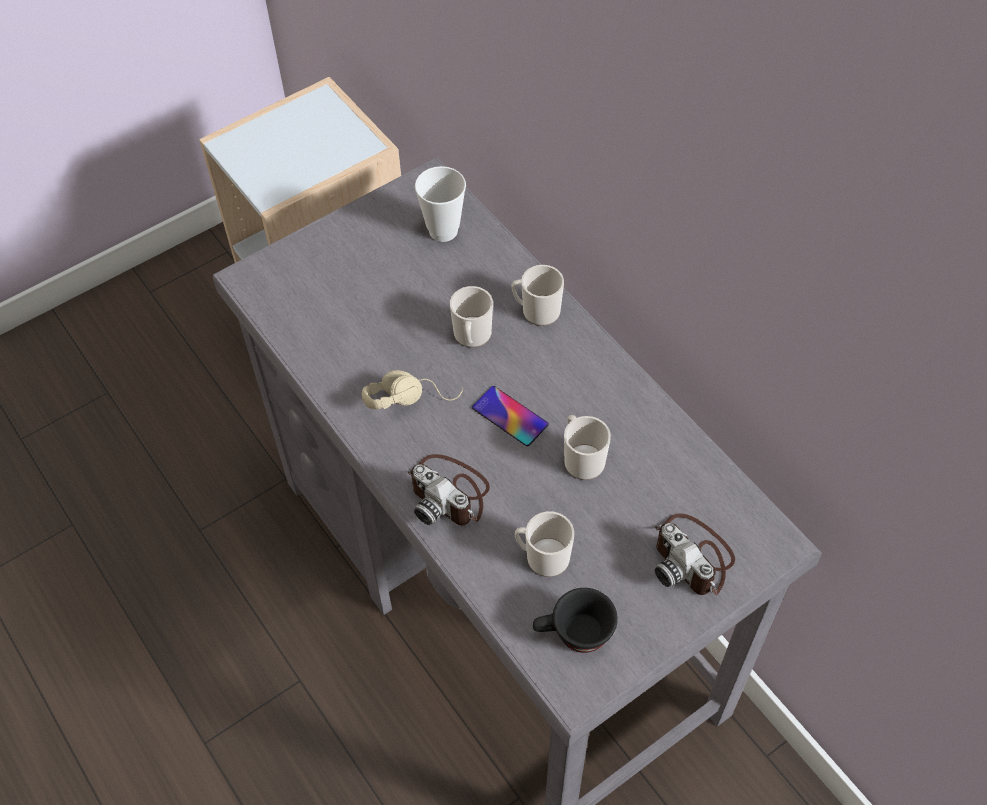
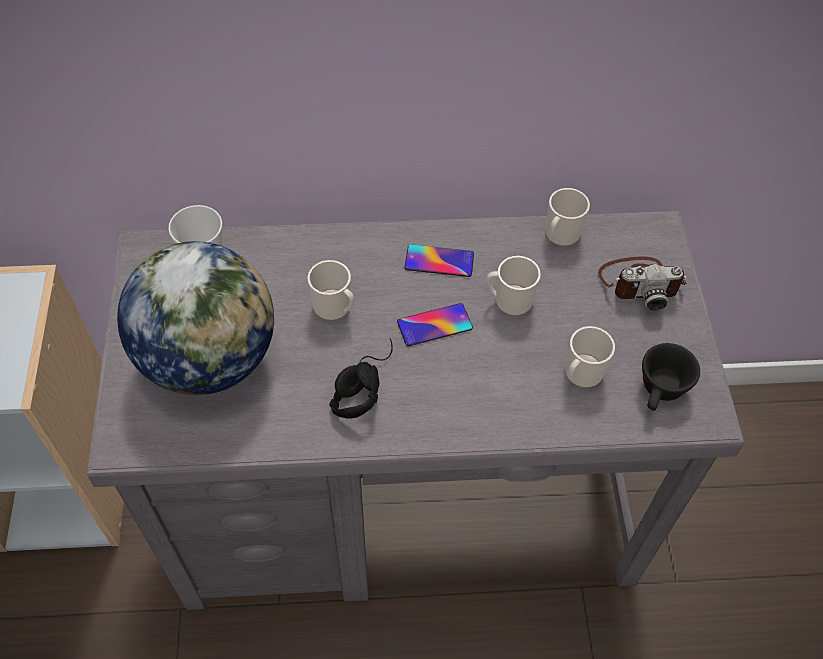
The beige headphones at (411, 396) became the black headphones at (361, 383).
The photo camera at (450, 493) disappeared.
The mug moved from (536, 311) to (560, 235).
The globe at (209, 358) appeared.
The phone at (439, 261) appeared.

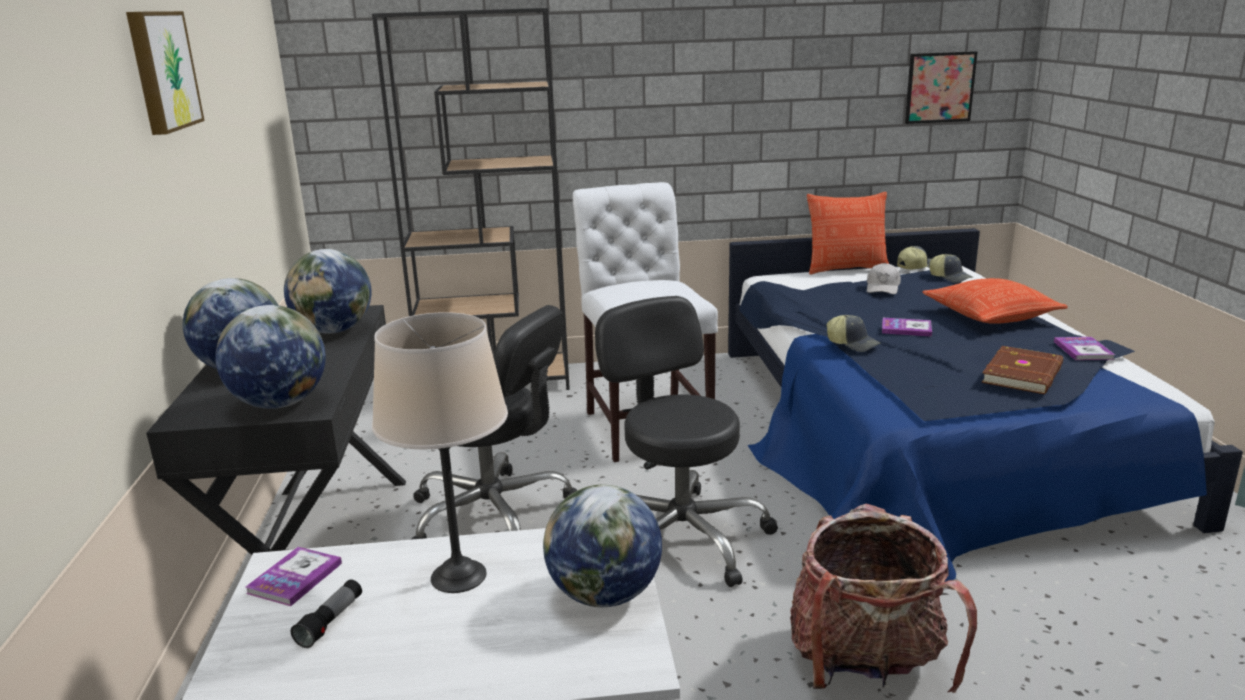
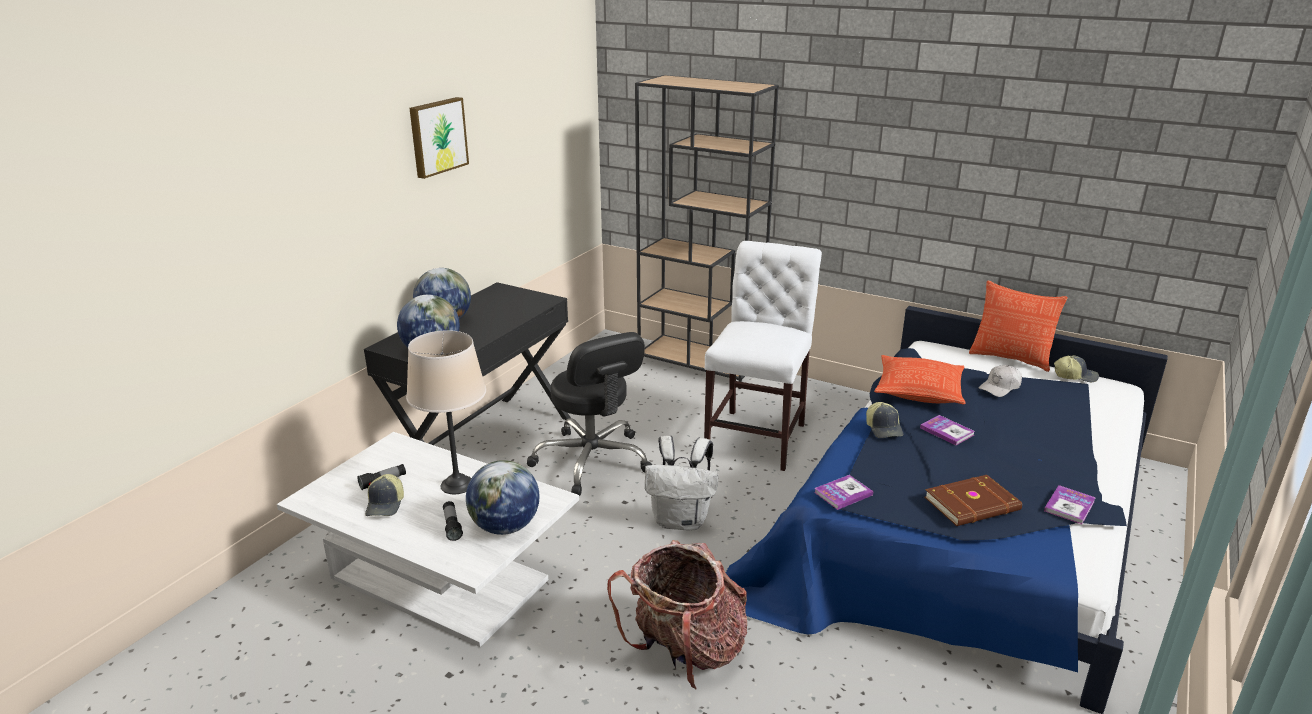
The book moved from (295, 578) to (843, 493).
The globe at (334, 331) disappeared.
The black office chair at (677, 534) was replaced by the white backpack at (681, 520).
The picture at (940, 87) disappeared.
The orange pillow moved from (990, 316) to (919, 392).
The cap moved from (950, 277) to (386, 504).
The flashlight at (452, 526) appeared.

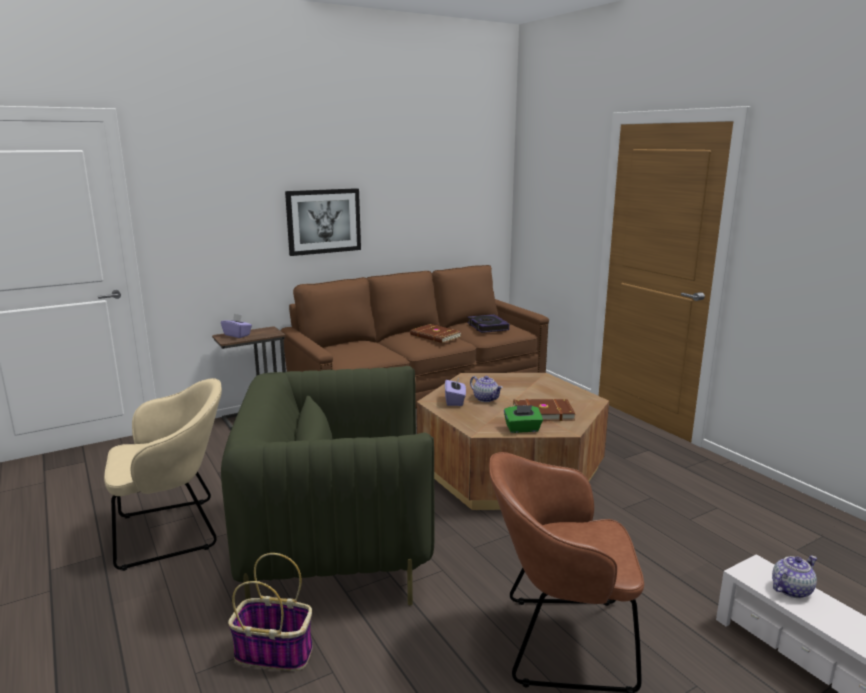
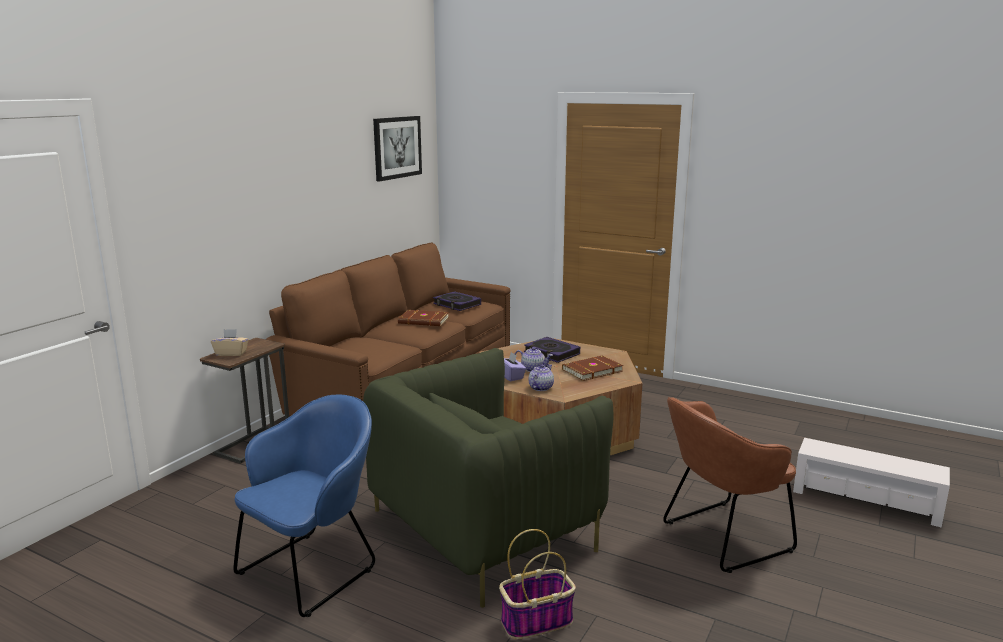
The beige armchair at (174, 531) became the blue armchair at (314, 568).
The purple tissue box at (237, 335) became the beige tissue box at (231, 353).
The picture moved from (323, 221) to (397, 147).
The green tissue box at (522, 429) disappeared.
The teapot moved from (791, 589) to (540, 388).
The book at (551, 353) appeared.

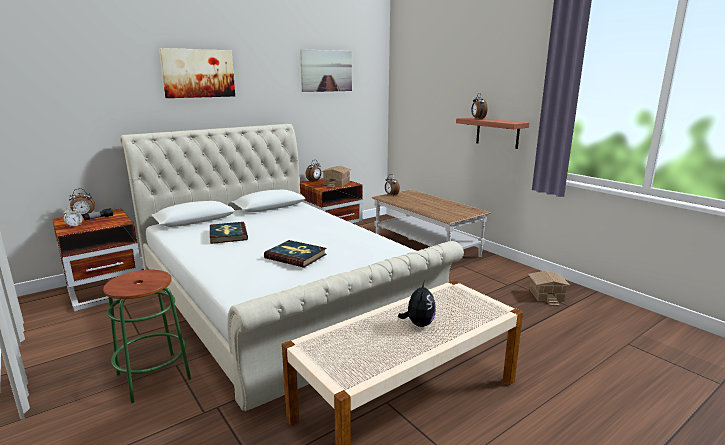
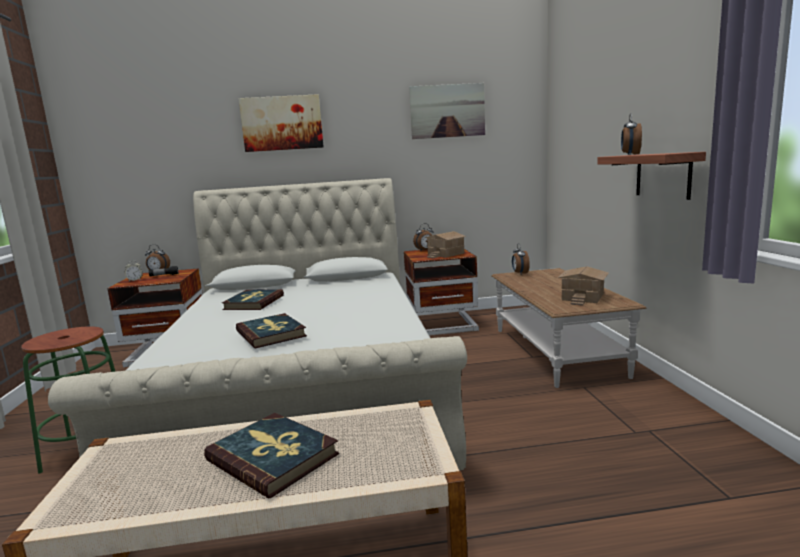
The plush toy at (418, 324) was replaced by the book at (273, 457).
The toy house moved from (545, 295) to (581, 297).

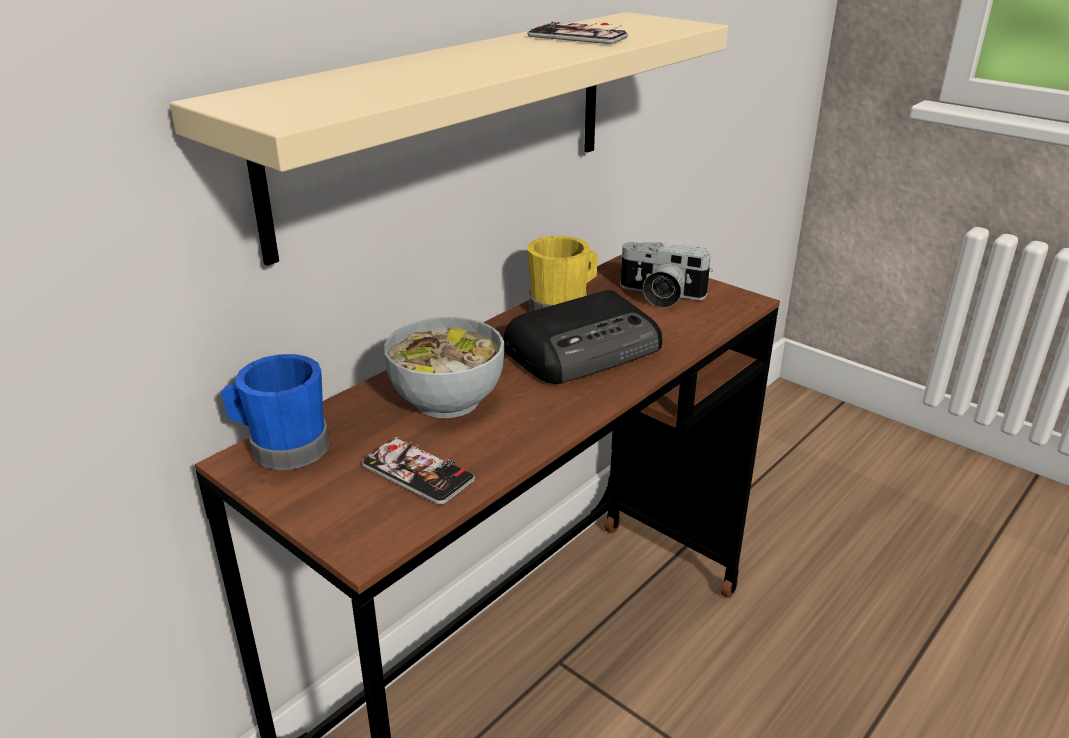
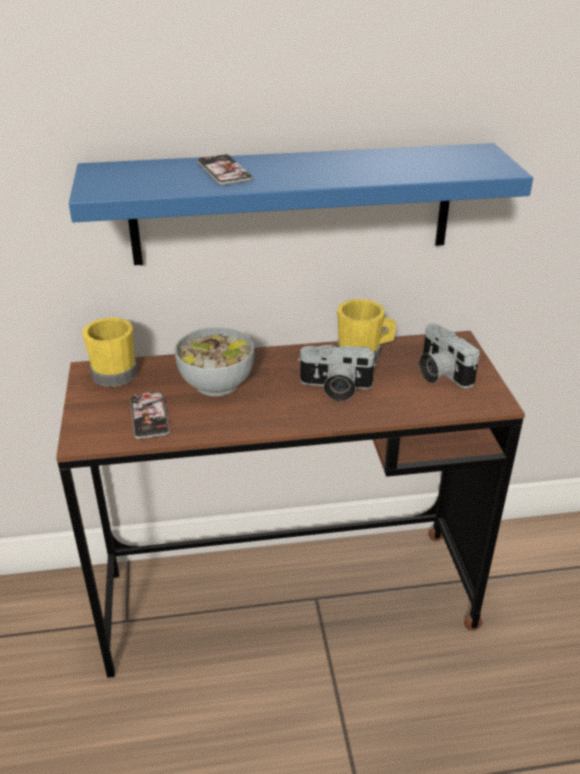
The beige shelf at (450, 125) became the blue shelf at (292, 204).
The blue mug at (281, 448) became the yellow mug at (111, 372).
The radio at (586, 349) was replaced by the photo camera at (335, 388).
The phone moved from (577, 37) to (224, 171).

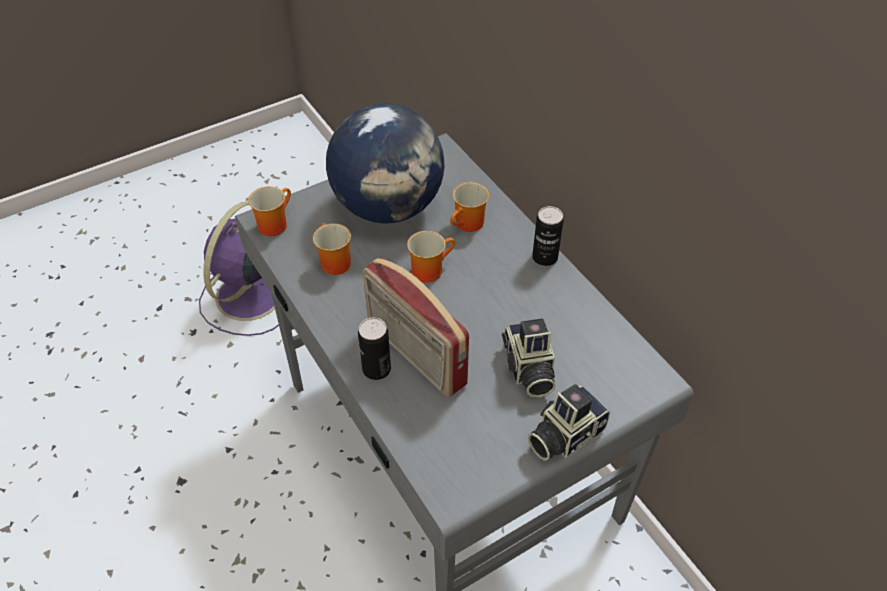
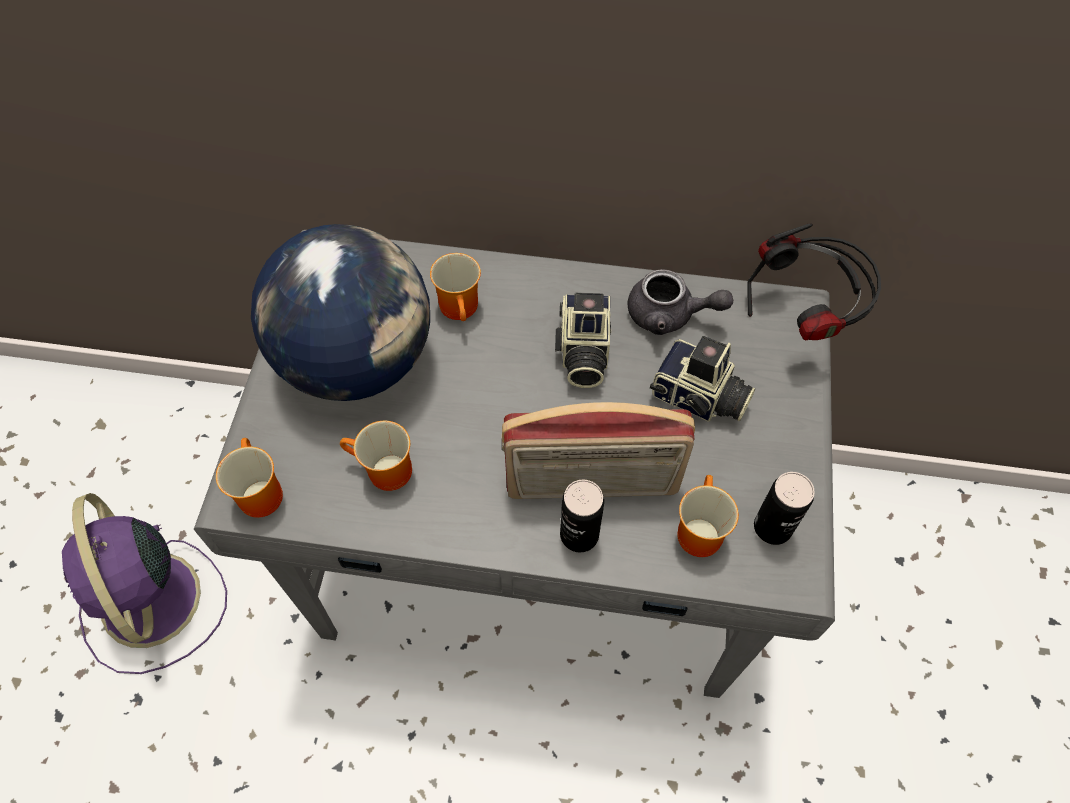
The mug moved from (429, 268) to (696, 530).
The photo camera moved from (563, 435) to (582, 352).
The can moved from (545, 257) to (772, 527).
The grey teapot at (669, 315) appeared.
The headphones at (804, 320) appeared.

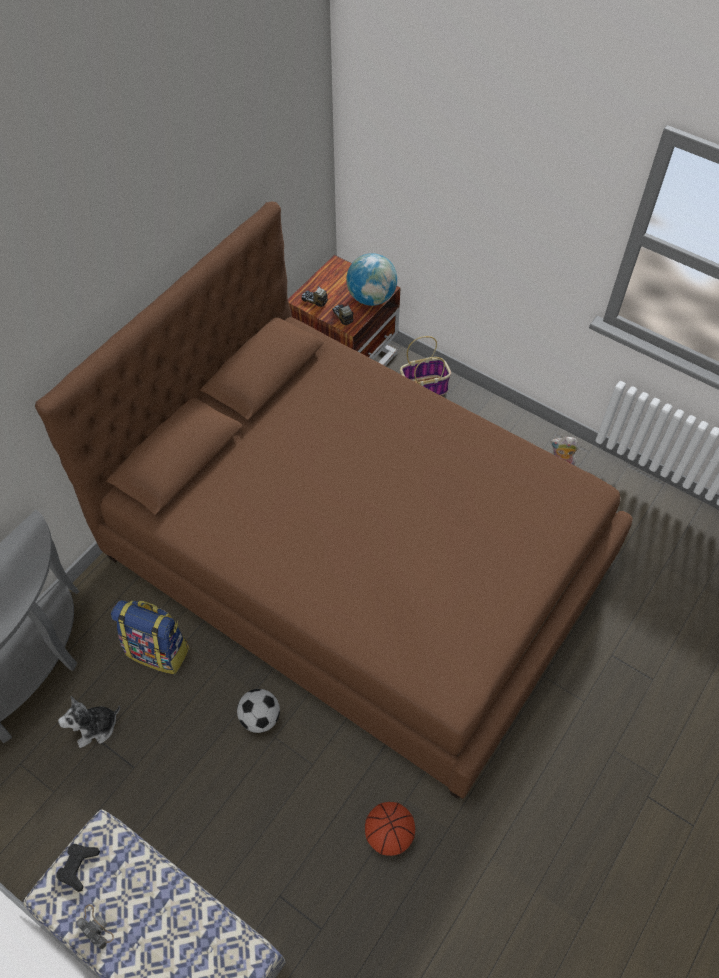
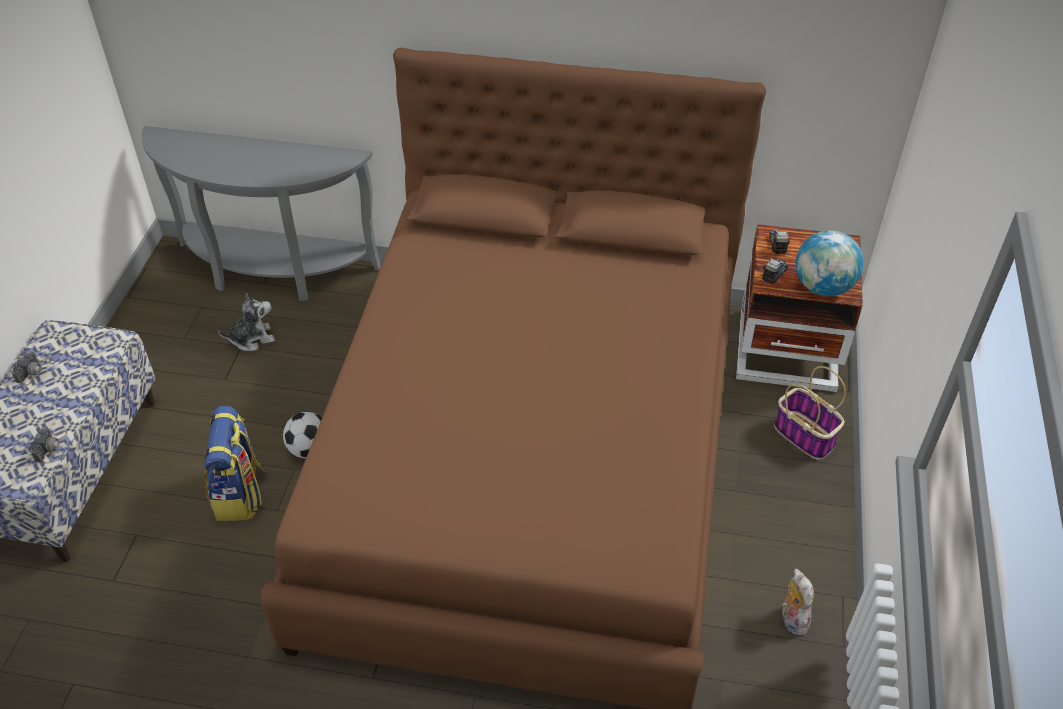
The black game controller at (78, 866) disappeared.
The plush toy at (95, 727) turned 120 degrees clockwise.
The backpack moved from (159, 650) to (240, 494).
The basketball at (389, 834) disappeared.
The photo camera at (51, 446) appeared.

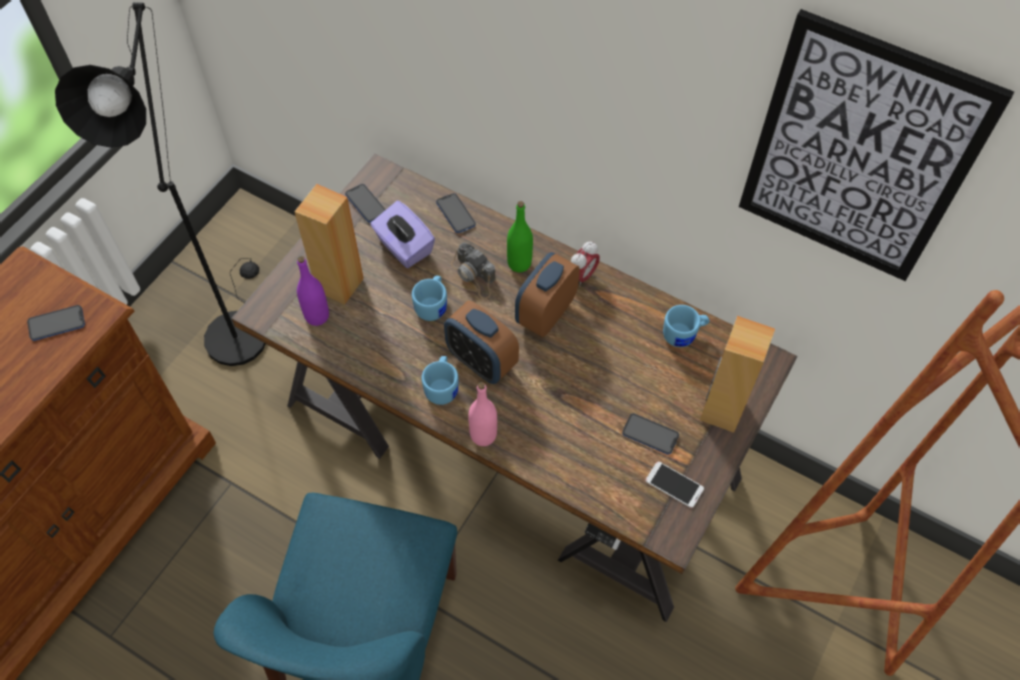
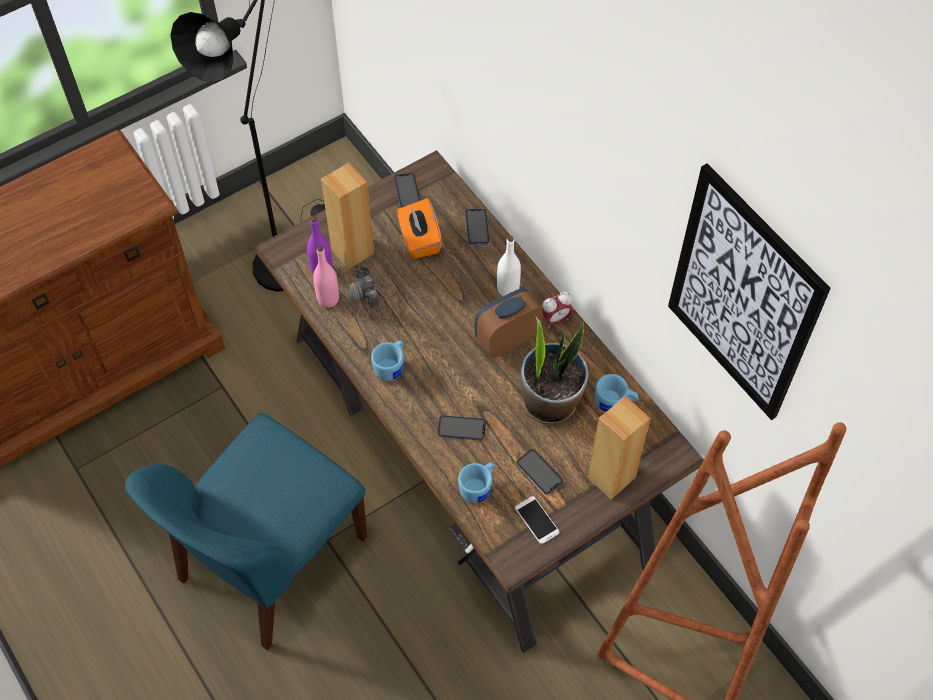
The phone moved from (57, 324) to (461, 428).
The purple tissue box at (404, 247) became the orange tissue box at (419, 240).
The blue mug moved from (433, 305) to (479, 487).
The alarm clock at (481, 361) disappeared.
The photo camera moved from (474, 275) to (362, 296).
The pink bottle moved from (483, 435) to (328, 299).
The green bottle at (519, 263) became the white bottle at (508, 289).
The potted plant at (550, 401) appeared.

